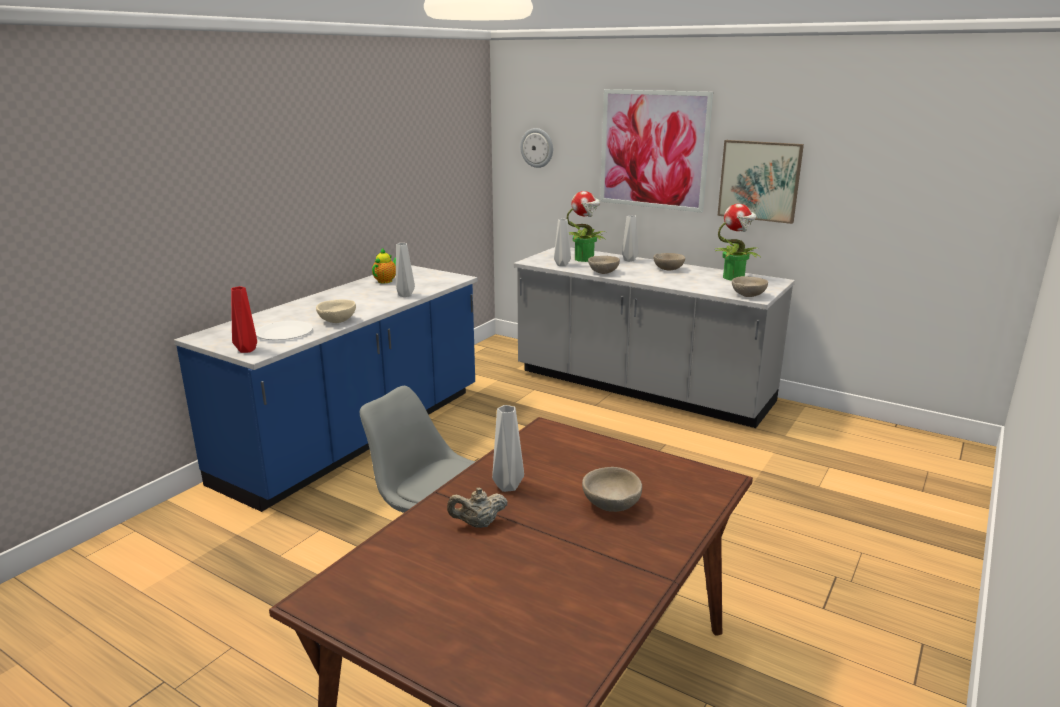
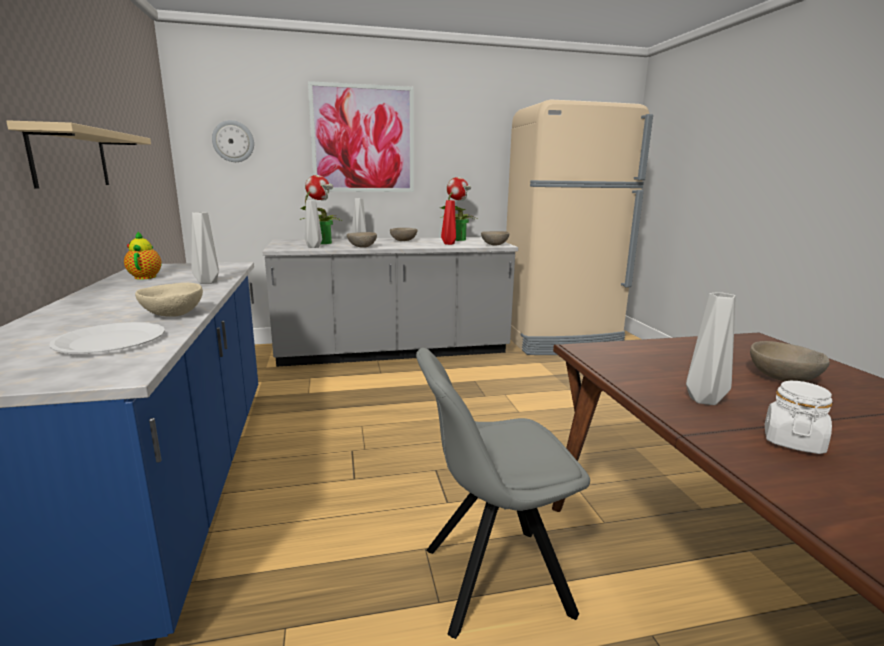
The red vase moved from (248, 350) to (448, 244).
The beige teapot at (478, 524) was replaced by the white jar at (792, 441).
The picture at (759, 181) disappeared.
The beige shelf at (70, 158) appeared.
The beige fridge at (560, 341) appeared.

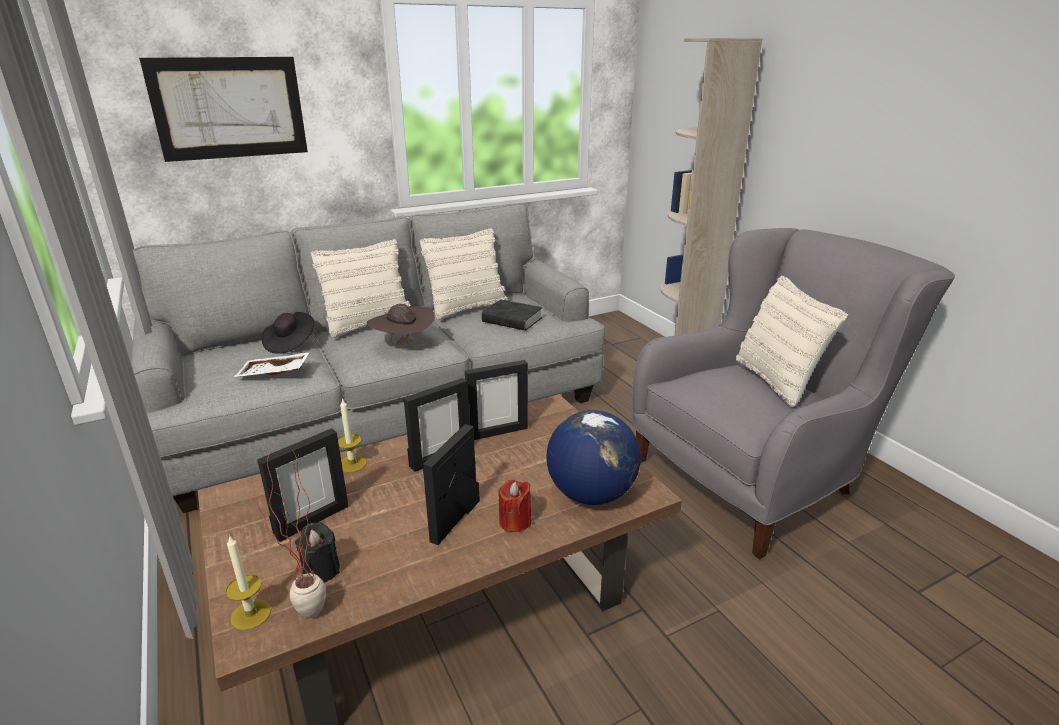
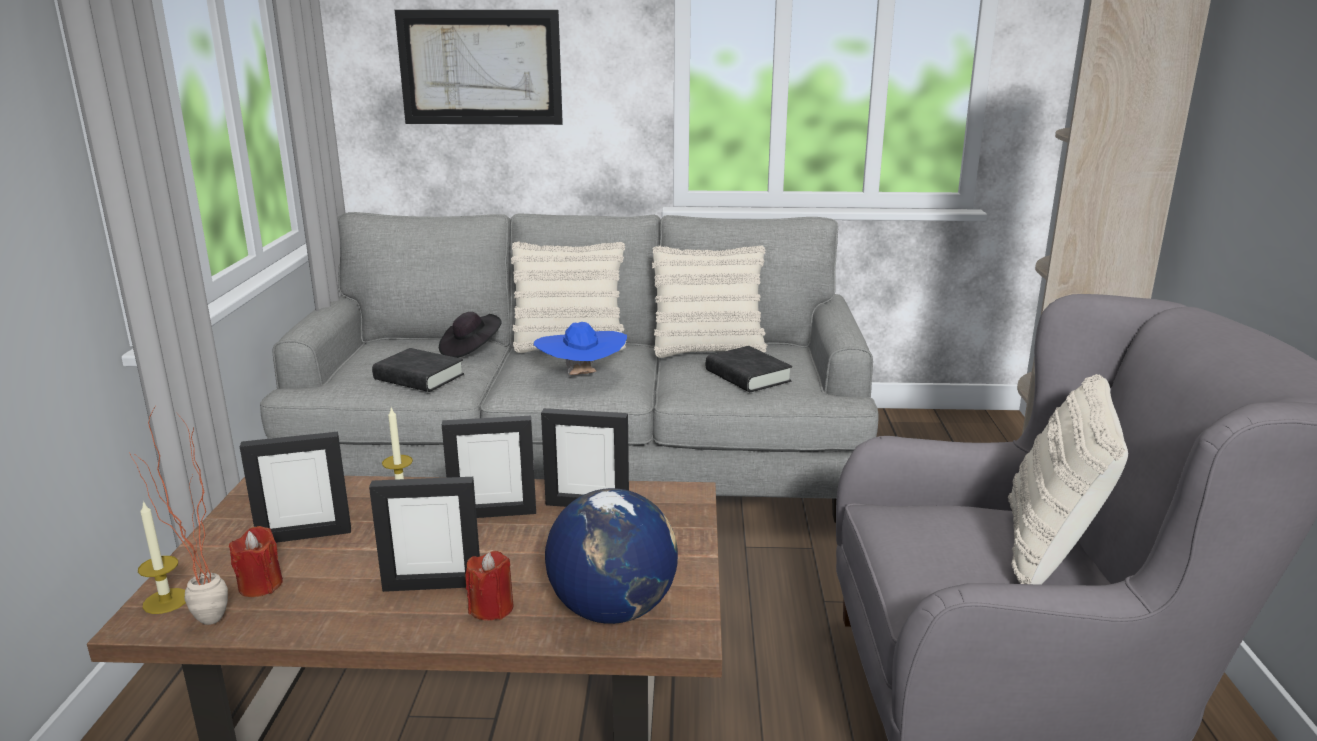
The white tray at (274, 374) was replaced by the black book at (419, 377).
The black candle at (321, 570) became the red candle at (260, 585).
The brown hat at (403, 345) became the blue hat at (581, 377).
The picture frame at (455, 520) turned 150 degrees counterclockwise.

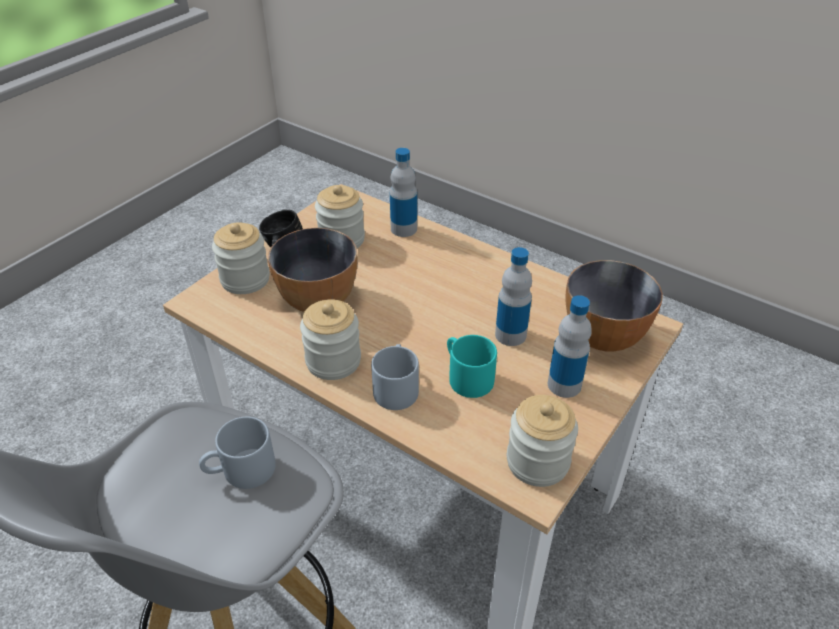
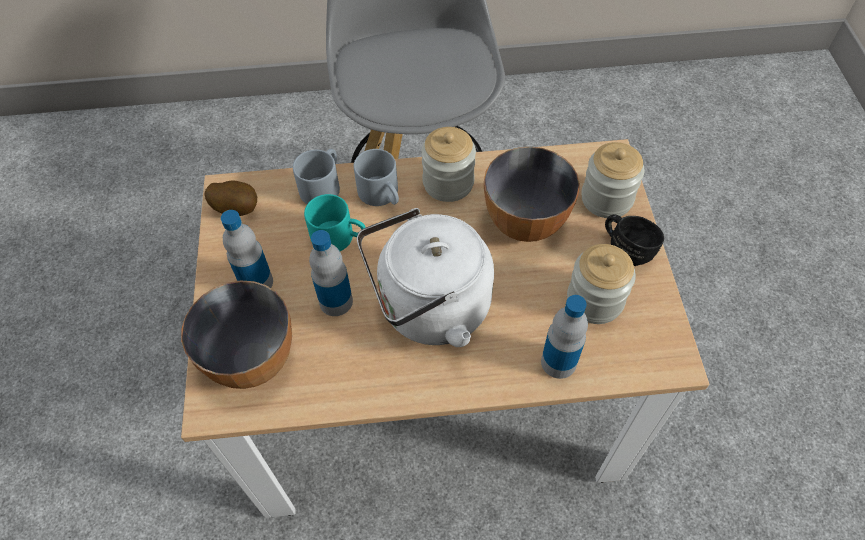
The grey mug moved from (241, 471) to (322, 185).
The jar at (537, 461) was replaced by the potato at (237, 208).
The white kettle at (428, 309) appeared.

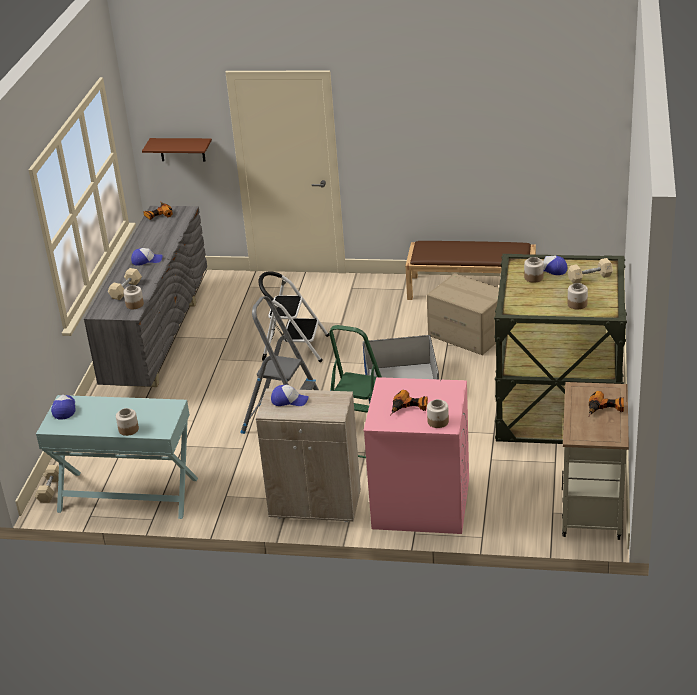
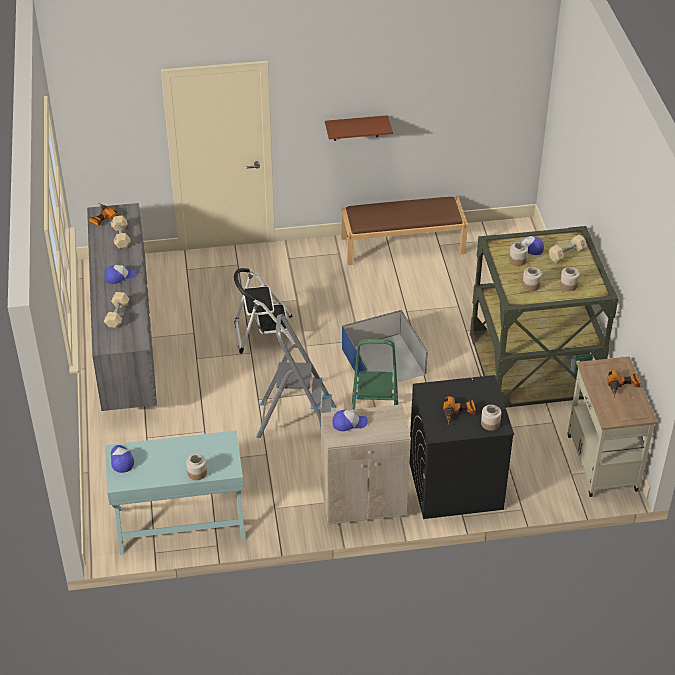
The beige dumbbell moved from (50, 489) to (121, 237).
The jar moved from (134, 304) to (531, 285).
The brown shelf moved from (182, 149) to (356, 128).
The pink washing machine at (420, 503) became the black washing machine at (454, 485).
The cardboard box at (469, 334) disappeared.

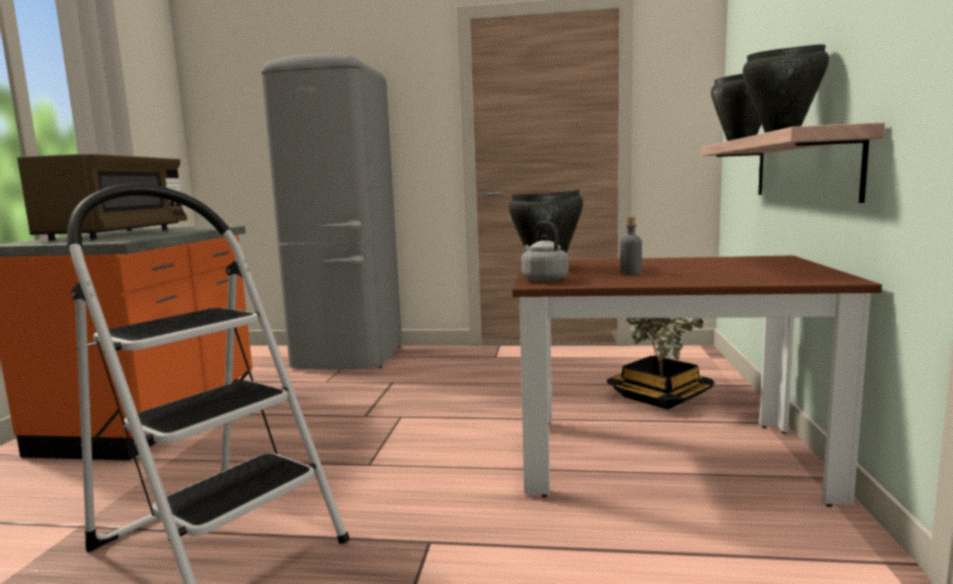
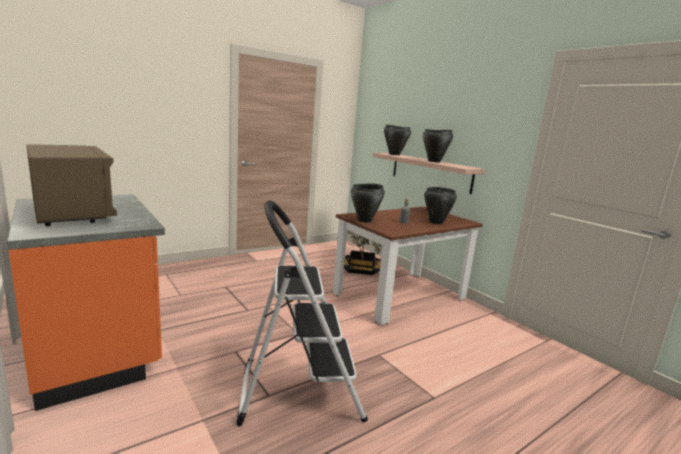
The grey fridge at (347, 358) disappeared.
The grey kettle at (543, 279) disappeared.
The black cooking pot at (436, 222) appeared.

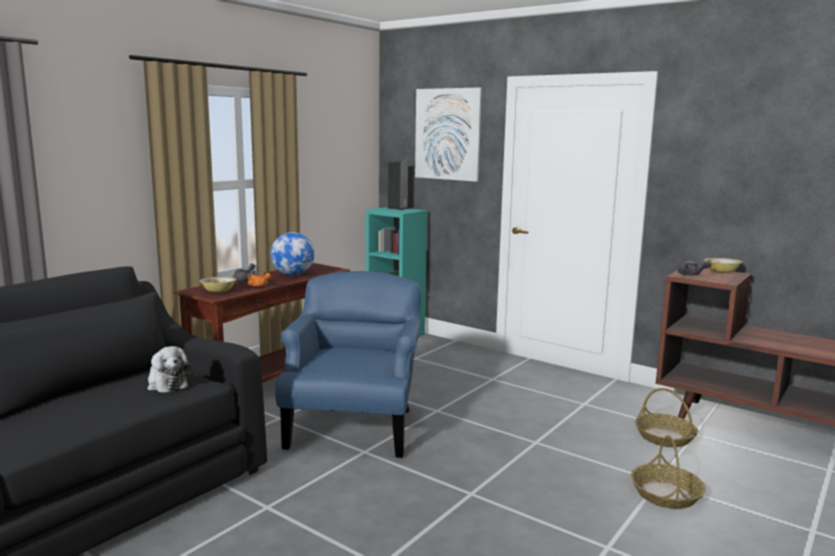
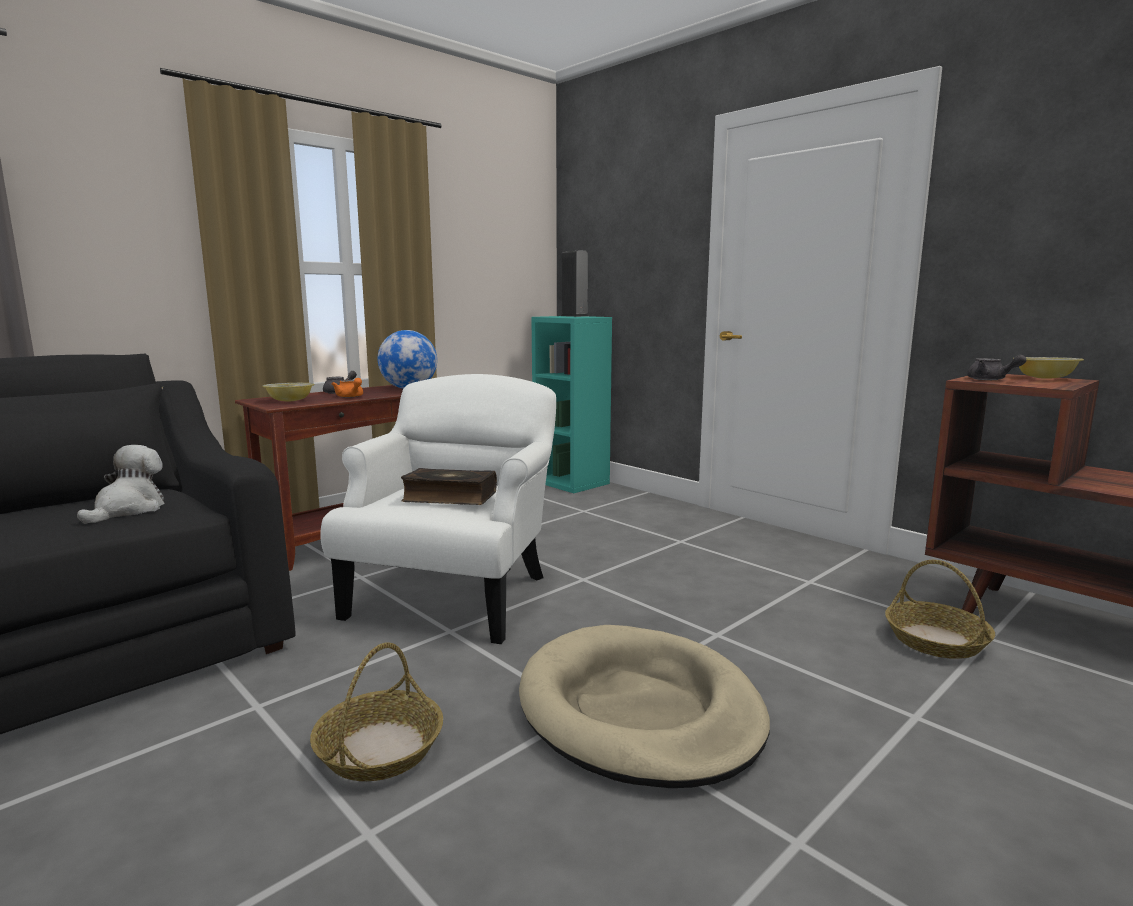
The plush toy at (166, 384) turned 135 degrees counterclockwise.
The blue armchair at (354, 427) became the white armchair at (455, 595).
The picture at (447, 134) disappeared.
The basket moved from (665, 494) to (379, 748).
The book at (449, 497) appeared.
The beige dog bed at (639, 711) appeared.

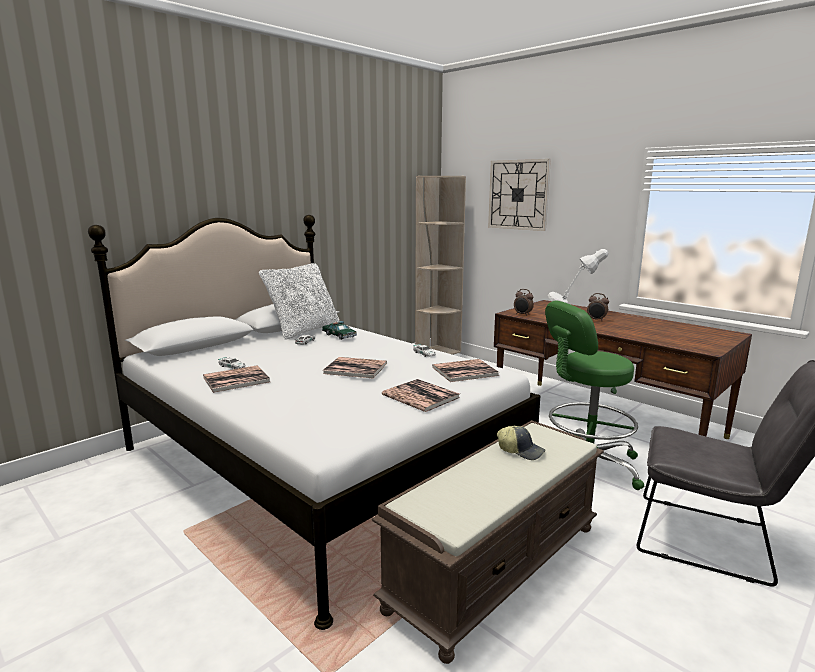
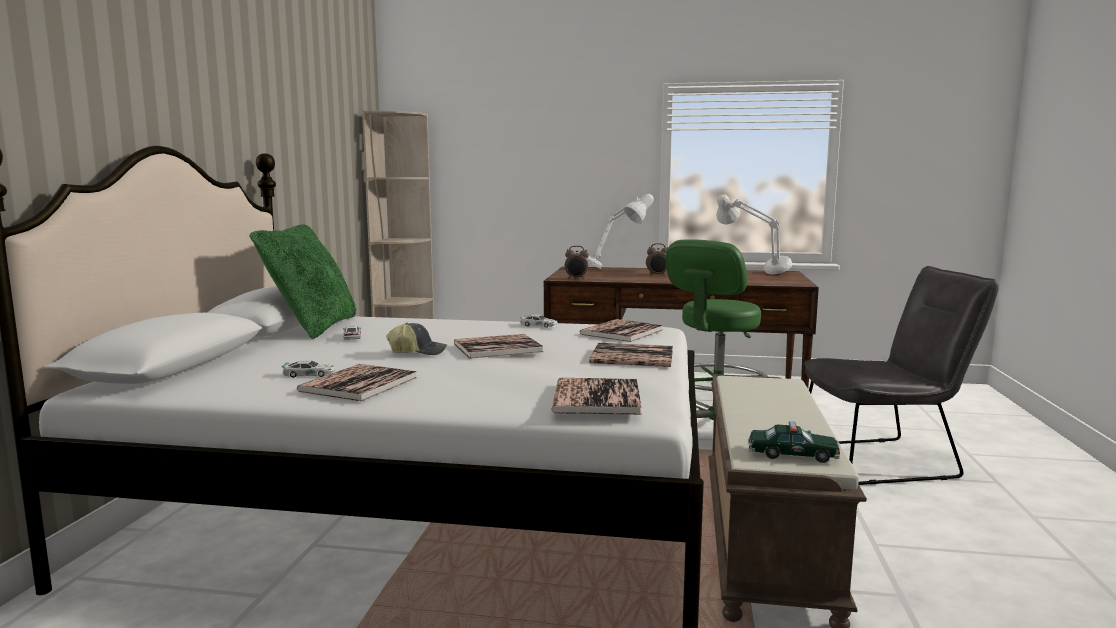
The white pillow at (304, 330) became the green pillow at (312, 327).
The toy car moved from (339, 336) to (793, 454).
The wall clock at (518, 195) disappeared.
The cap moved from (521, 450) to (418, 352).
The book at (596, 398) appeared.
The grey table lamp at (753, 274) appeared.

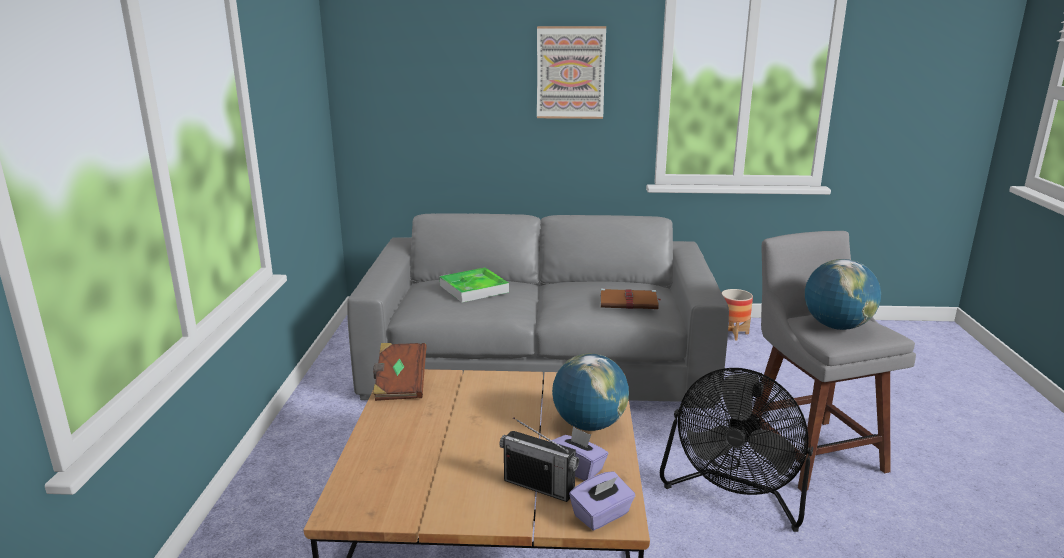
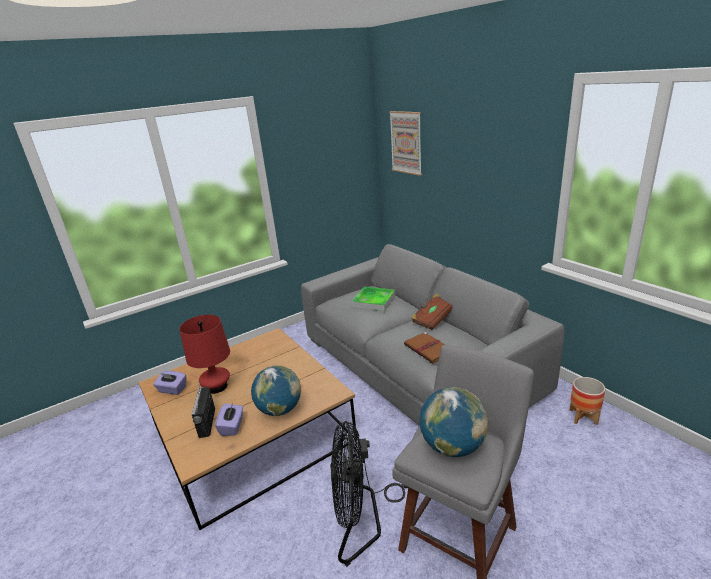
The brown book moved from (400, 384) to (433, 319).
The picture moved from (570, 73) to (406, 142).
The purple tissue box moved from (602, 515) to (172, 389).
The red table lamp at (216, 386) appeared.

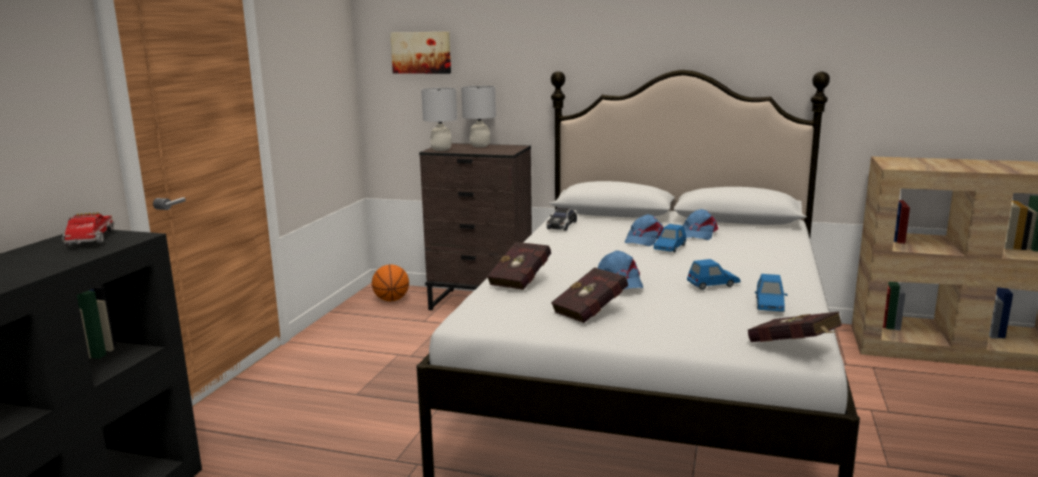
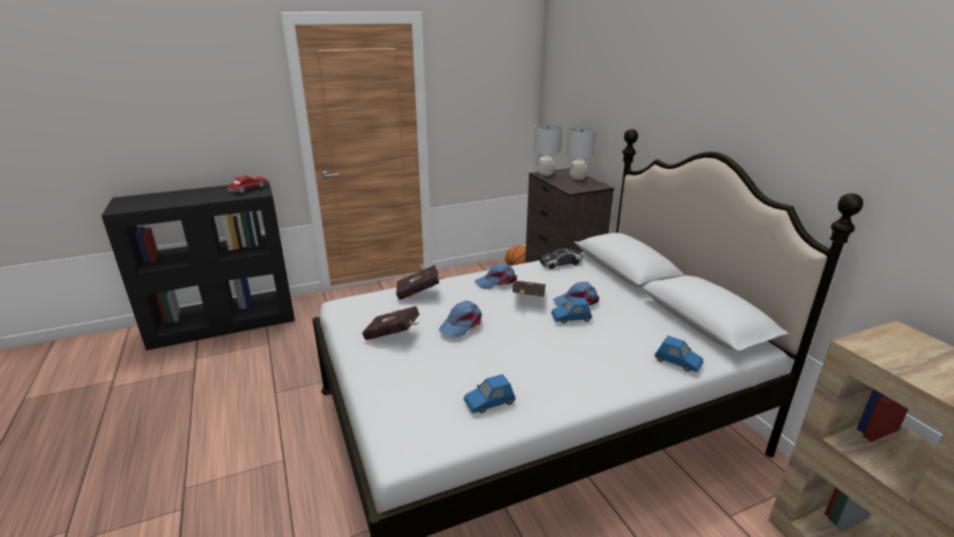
The picture at (421, 52) disappeared.
The blue cap moved from (698, 233) to (497, 281).
The blue toy car moved from (713, 284) to (678, 362).
The red book moved from (795, 348) to (528, 300).

